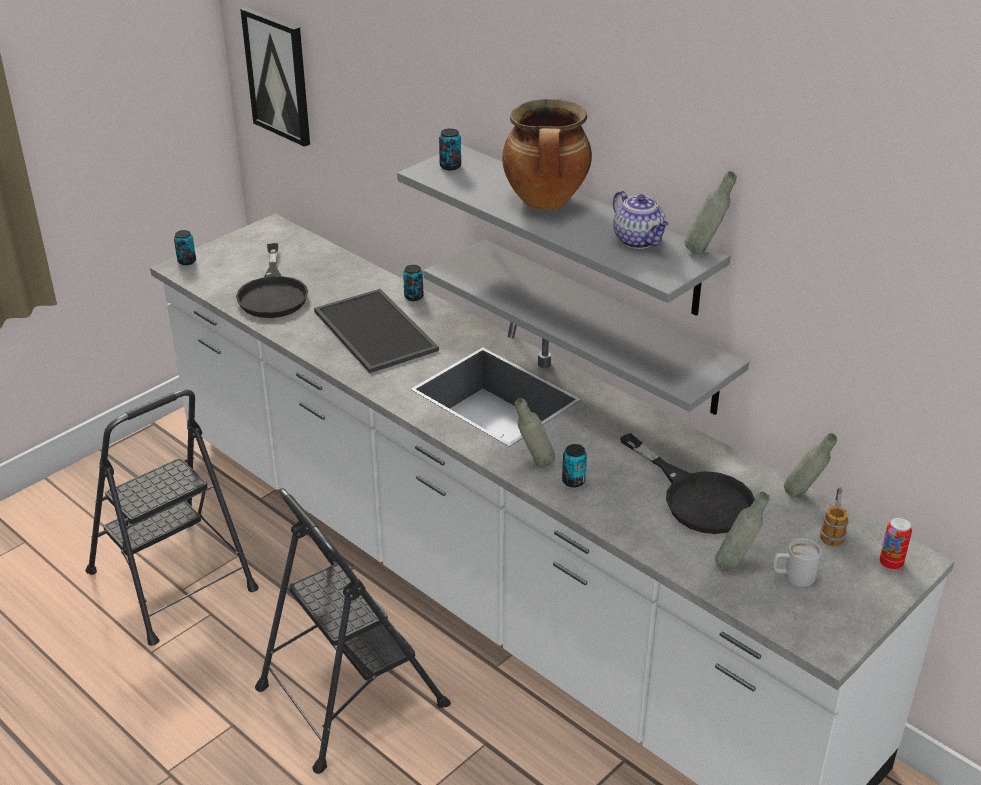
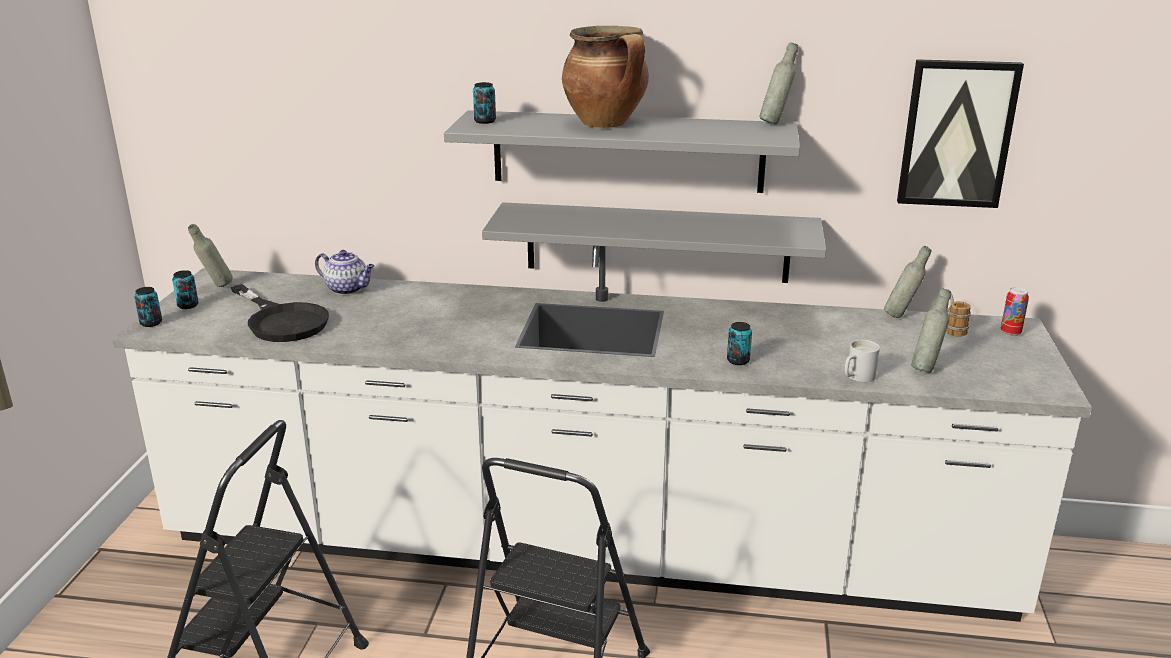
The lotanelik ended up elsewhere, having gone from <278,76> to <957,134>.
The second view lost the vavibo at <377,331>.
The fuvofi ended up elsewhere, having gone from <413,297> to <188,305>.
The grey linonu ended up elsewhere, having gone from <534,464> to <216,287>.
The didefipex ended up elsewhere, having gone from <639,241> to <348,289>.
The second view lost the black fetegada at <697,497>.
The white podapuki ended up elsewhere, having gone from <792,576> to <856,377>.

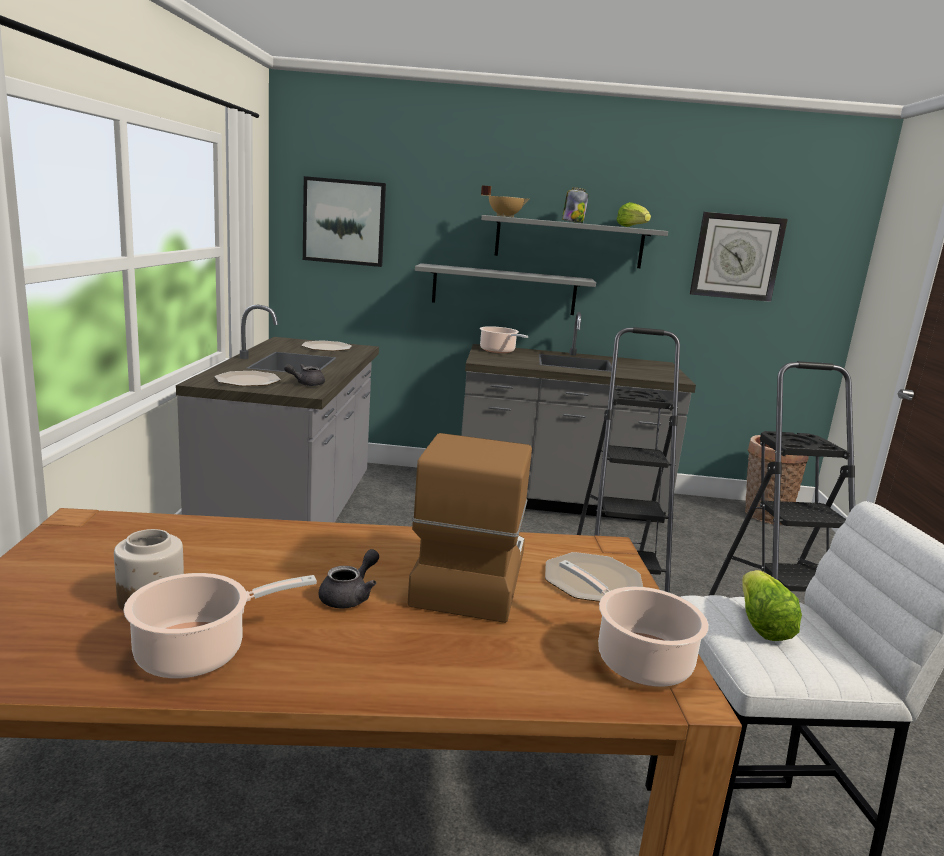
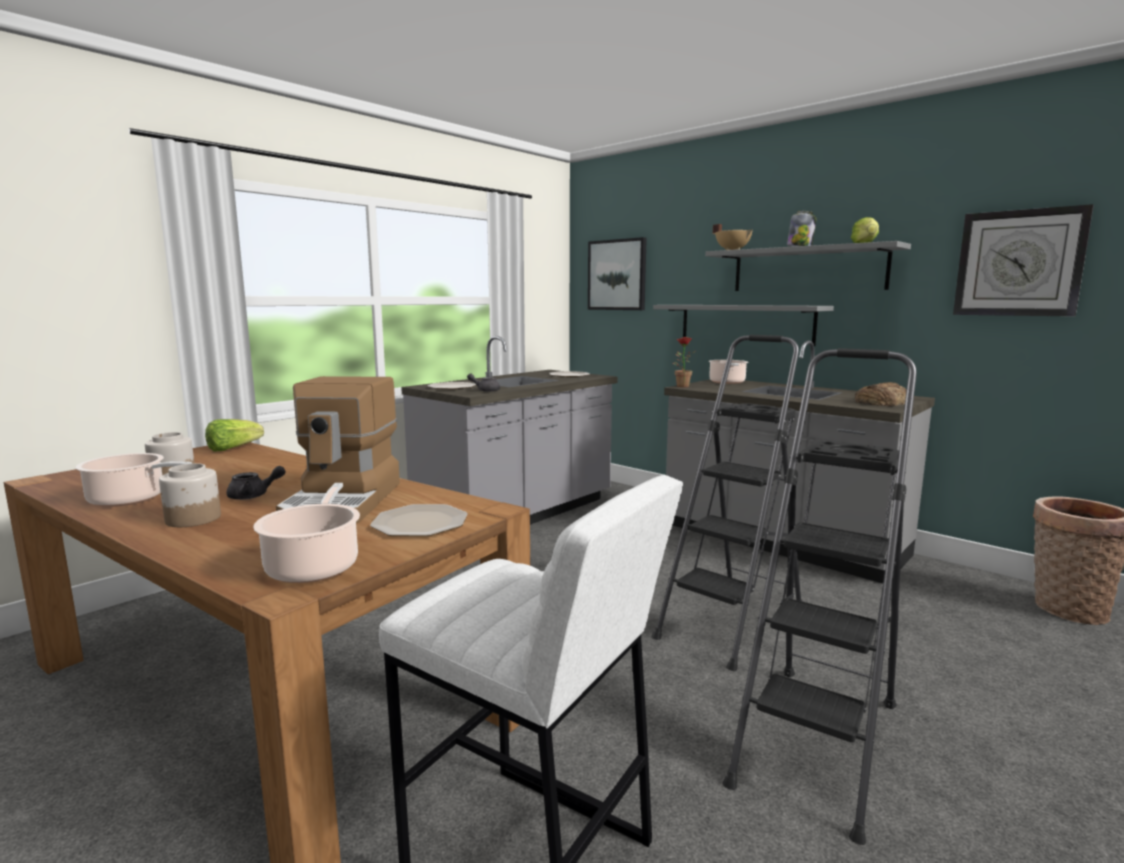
The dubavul at <468,575> ended up facing another way, 135 degrees clockwise from before.
The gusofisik ended up elsewhere, having gone from <761,624> to <233,448>.
The second view gained the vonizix at <193,519>.
The second view gained the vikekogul at <681,386>.
The second view gained the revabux at <881,402>.

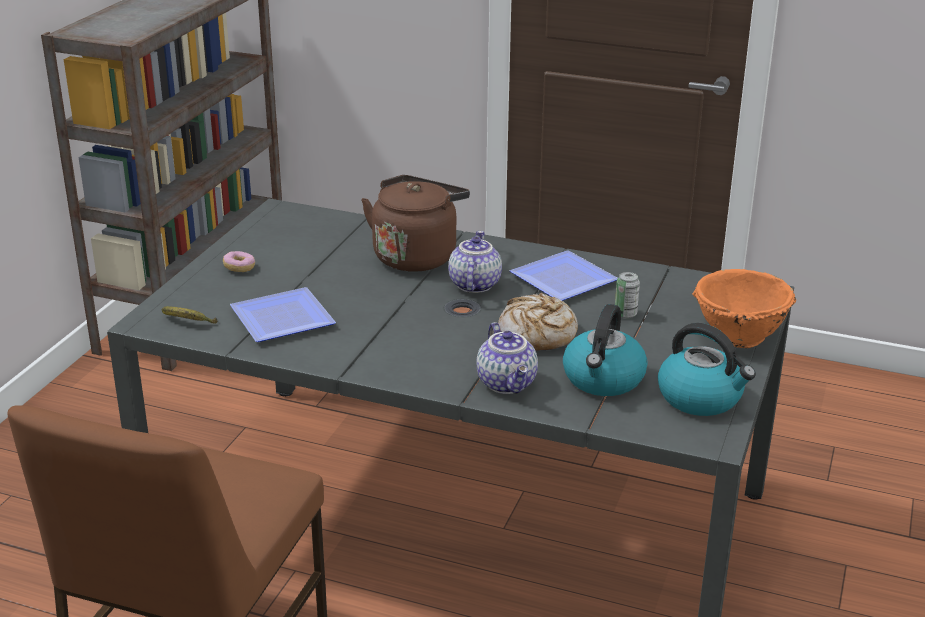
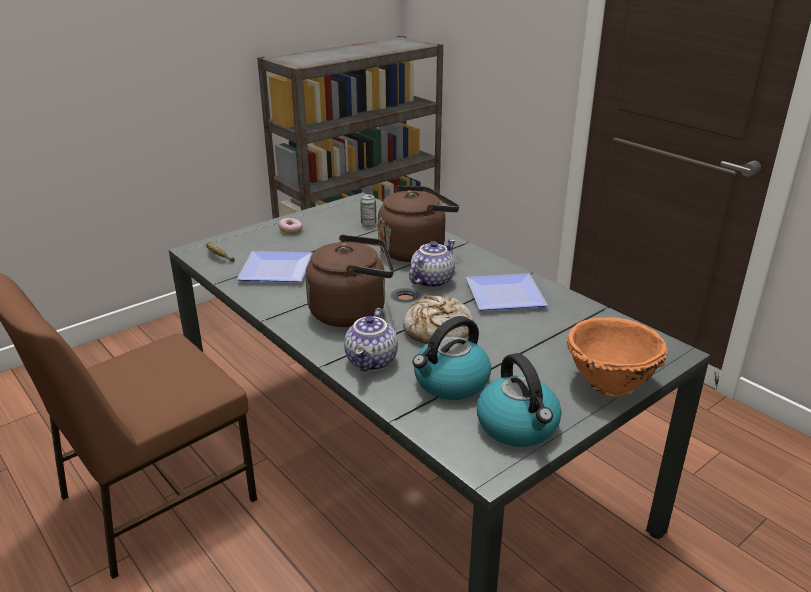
The fuvofi ended up elsewhere, having gone from <625,314> to <368,224>.
The second view gained the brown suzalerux at <352,312>.

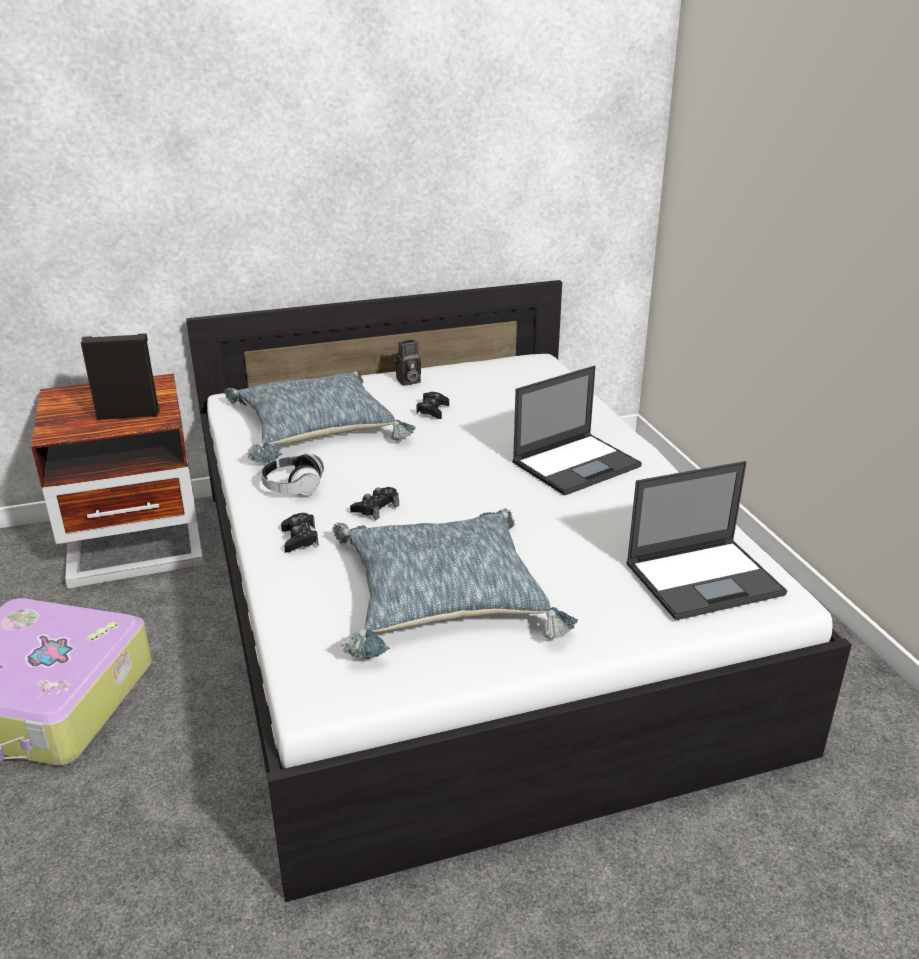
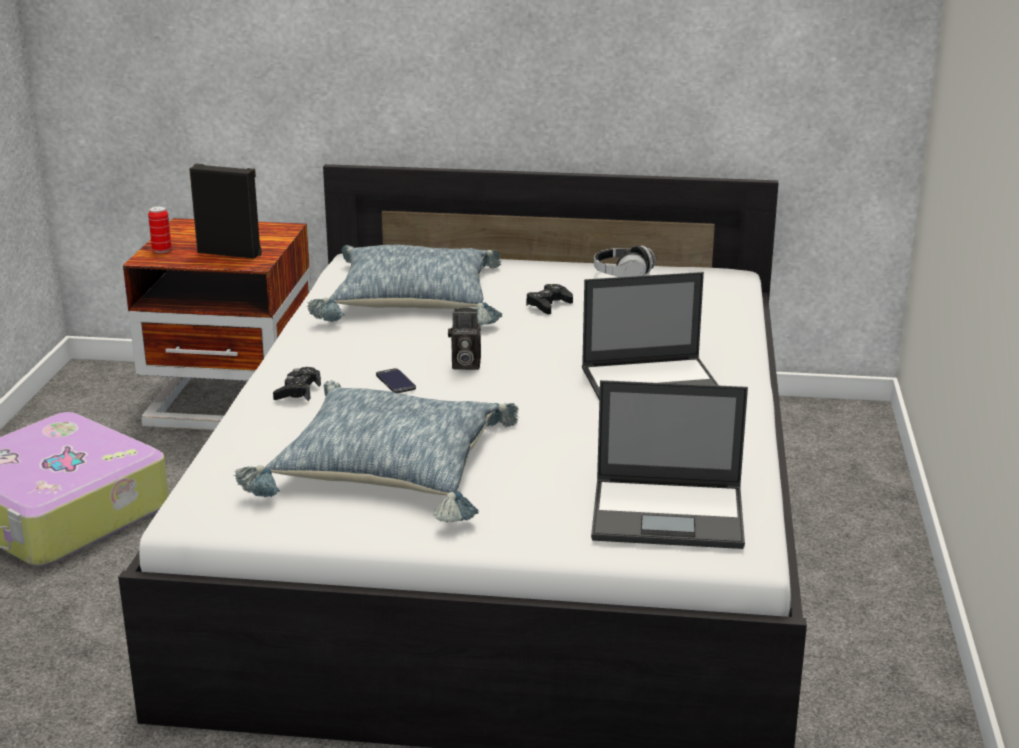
The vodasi ended up elsewhere, having gone from <293,487> to <622,276>.
Where the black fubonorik stood at <376,508>, the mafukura came to stand at <396,381>.
The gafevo ended up elsewhere, having gone from <407,381> to <464,365>.
The second view gained the fuvofi at <162,250>.

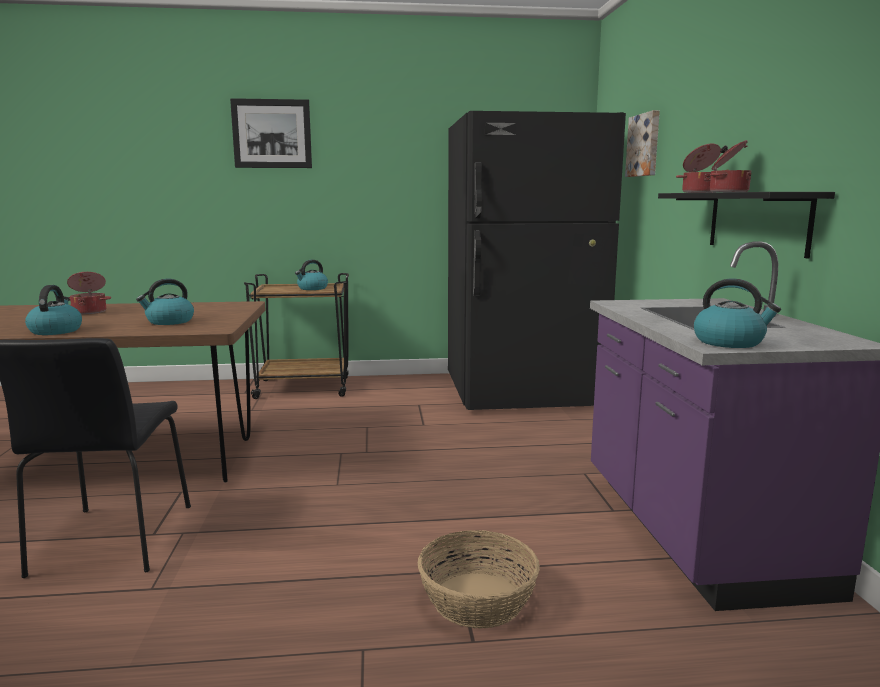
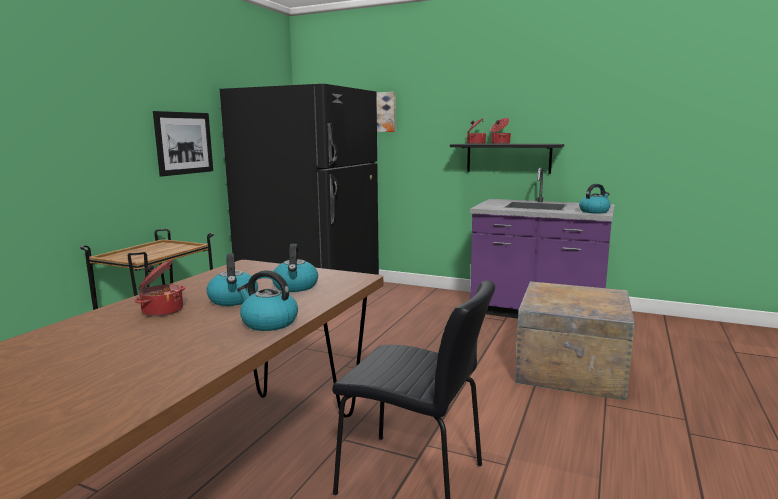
The lotanelik ended up elsewhere, having gone from <272,134> to <184,143>.
The suzalerux ended up elsewhere, having gone from <312,288> to <233,300>.
Where the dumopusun stood at <478,600>, the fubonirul came to stand at <572,368>.

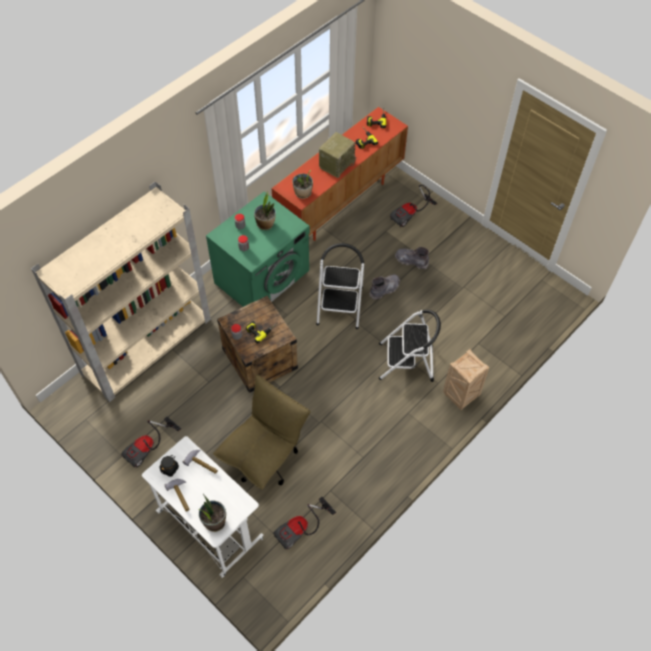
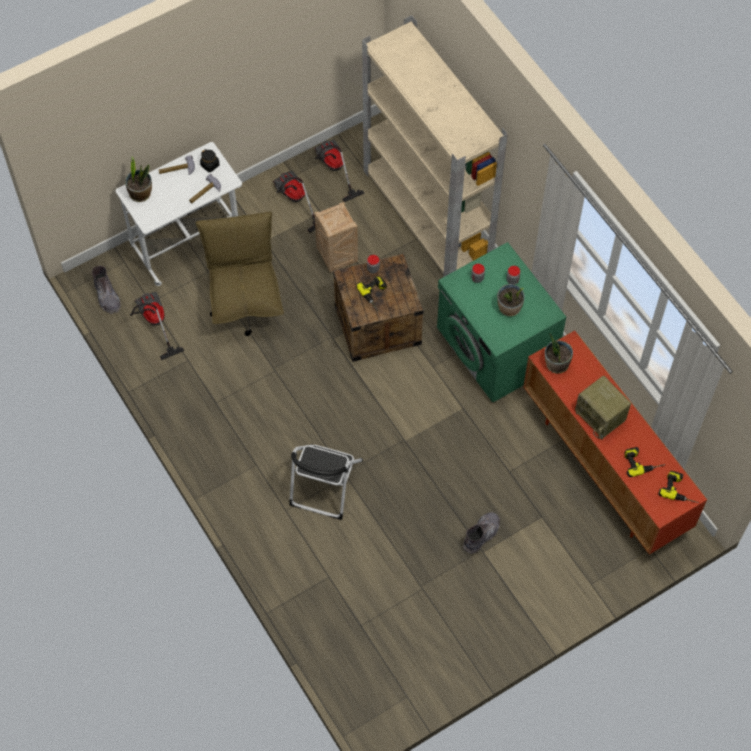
The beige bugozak at <264,459> ended up facing another way, 150 degrees counterclockwise from before.
The second view lost the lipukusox at <340,304>.
The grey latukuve ended up elsewhere, having gone from <384,289> to <107,296>.
The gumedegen ended up elsewhere, having gone from <411,215> to <333,169>.
The fubonirul ended up elsewhere, having gone from <461,395> to <338,258>.

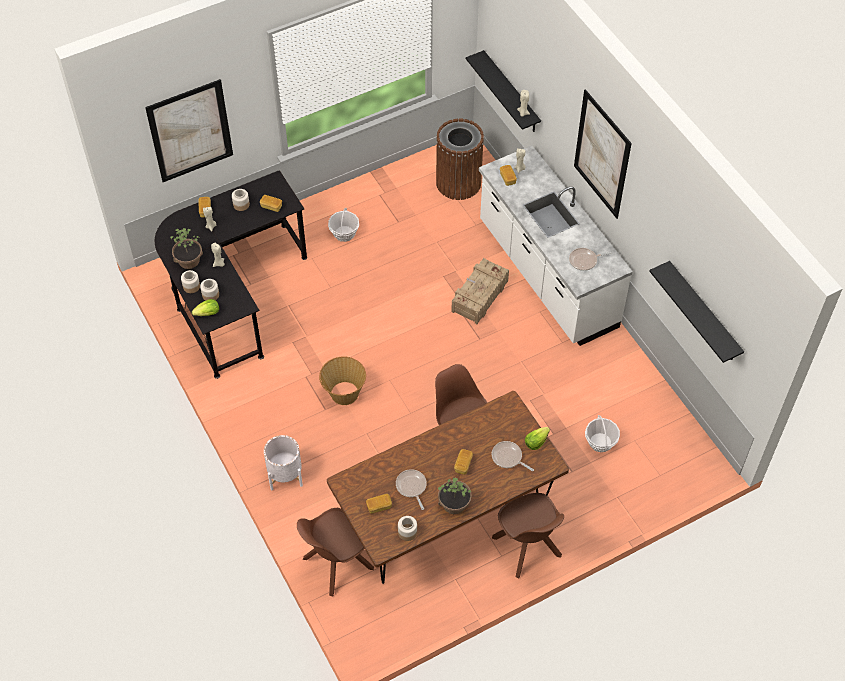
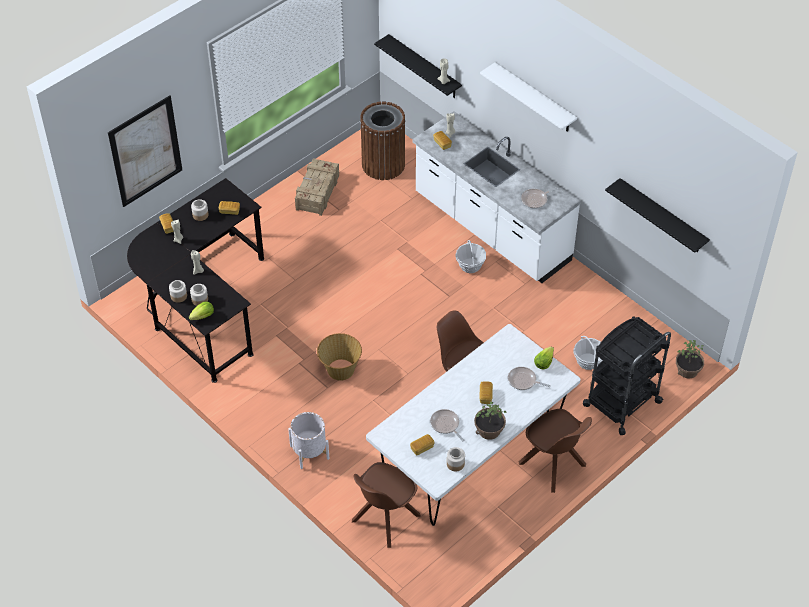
The vikekogul ended up elsewhere, having gone from <189,261> to <688,370>.
What was the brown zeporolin at <446,518> turned into the white zeporolin at <472,456>.
The dumopusun ended up elsewhere, having gone from <344,234> to <470,265>.
The fubonirul ended up elsewhere, having gone from <479,296> to <317,192>.
Where the lotanelik hung at <601,154>, the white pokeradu came to hang at <534,98>.
The second view gained the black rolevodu at <621,403>.

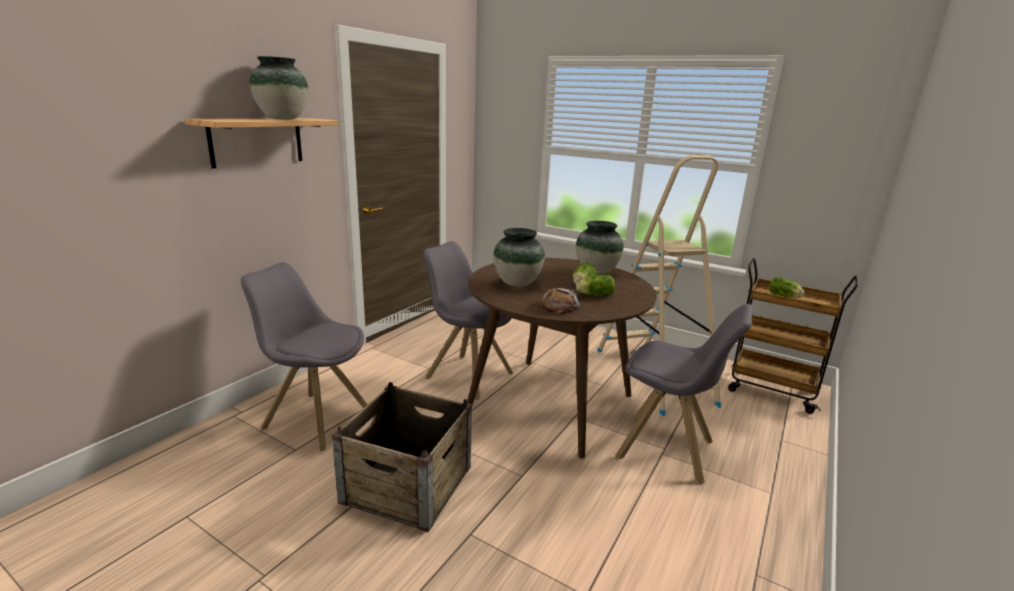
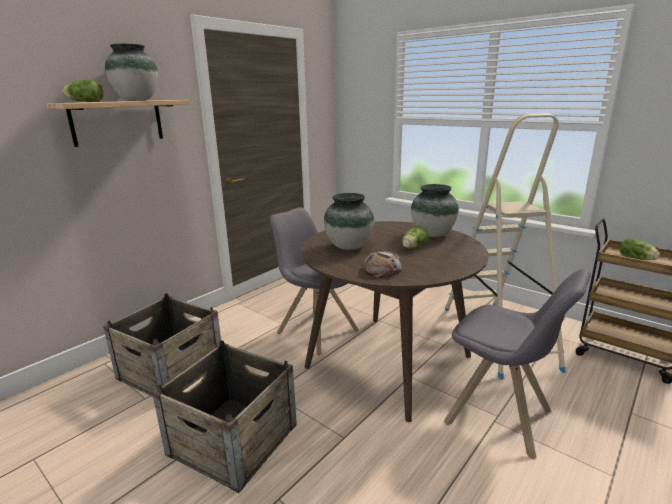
Where the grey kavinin stood at <316,419>, the fubonirul came to stand at <171,369>.
The gusofisik ended up elsewhere, having gone from <594,295> to <84,102>.

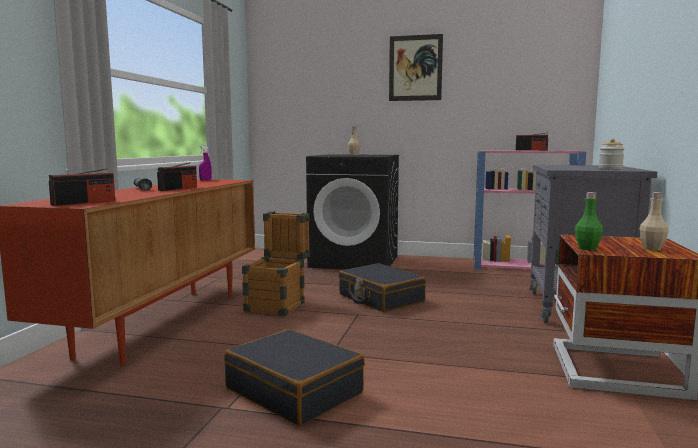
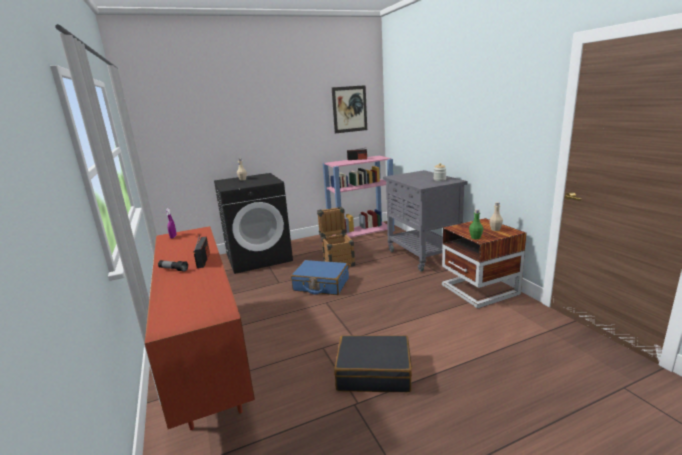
The second view lost the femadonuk at <84,203>.
The fubonirul ended up elsewhere, having gone from <278,304> to <337,261>.
What was the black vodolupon at <380,298> turned into the blue vodolupon at <321,285>.
The lotanelik ended up elsewhere, having gone from <415,68> to <349,109>.

